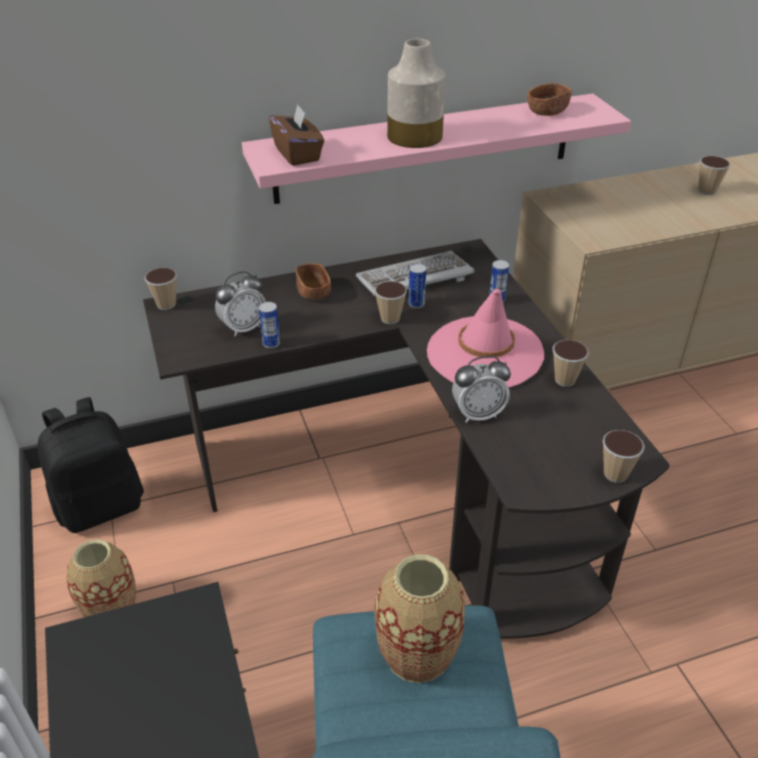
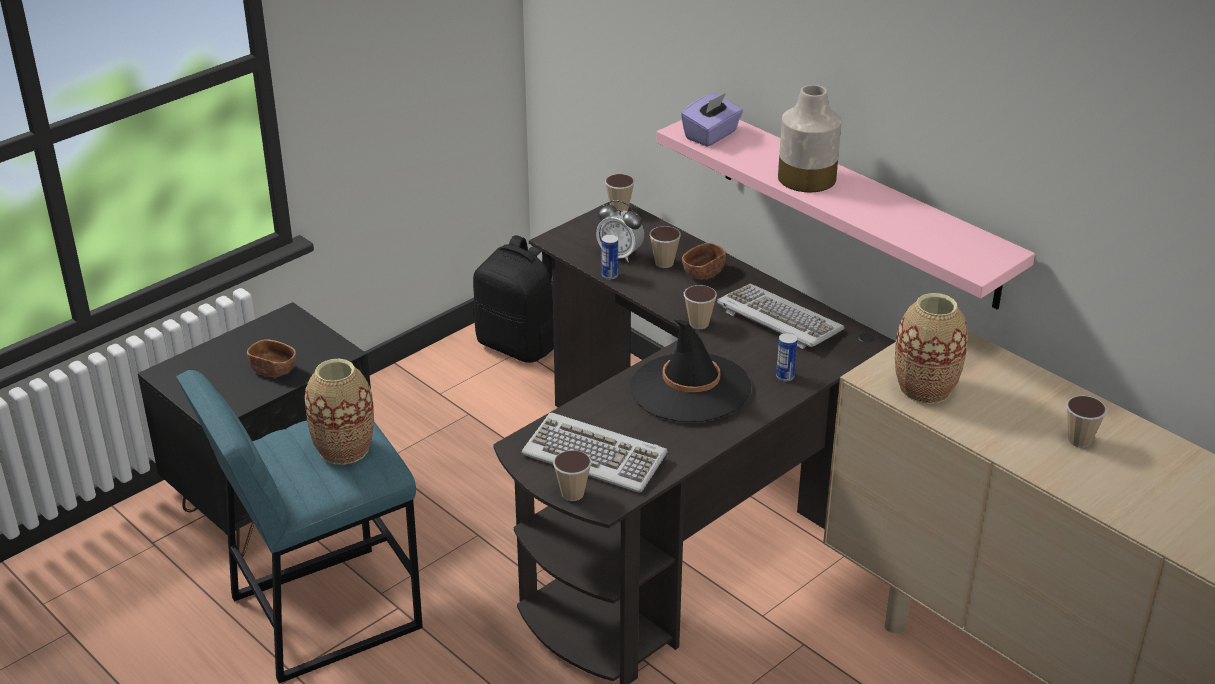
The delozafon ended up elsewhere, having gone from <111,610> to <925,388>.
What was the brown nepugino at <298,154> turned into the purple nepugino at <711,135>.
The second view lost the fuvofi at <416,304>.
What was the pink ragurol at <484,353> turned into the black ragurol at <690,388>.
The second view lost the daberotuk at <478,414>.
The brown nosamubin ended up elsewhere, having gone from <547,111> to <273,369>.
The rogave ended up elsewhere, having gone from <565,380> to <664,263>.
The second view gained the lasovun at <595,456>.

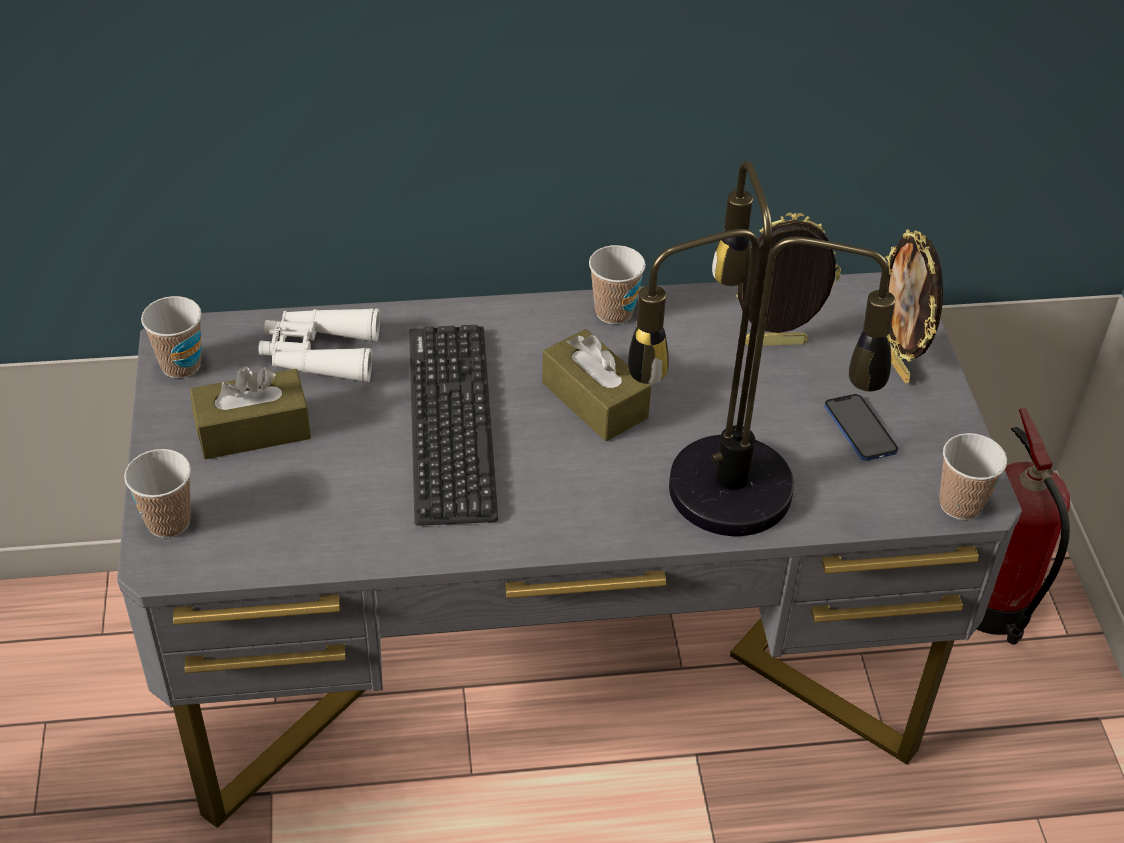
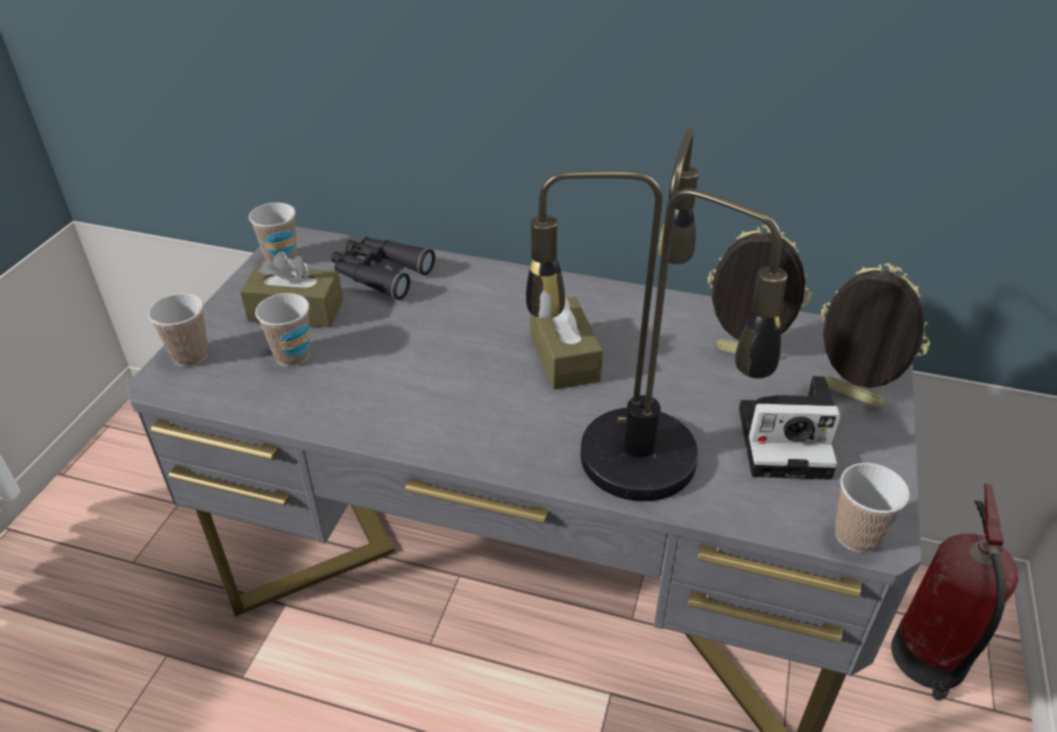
What was the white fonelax at <319,354> turned into the black fonelax at <379,274>.
The second view lost the lasovun at <451,423>.
The rogave ended up elsewhere, having gone from <614,312> to <292,355>.
Where the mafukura stood at <860,429>, the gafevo came to stand at <787,441>.
The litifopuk at <896,363> ended up facing another way, 120 degrees clockwise from before.

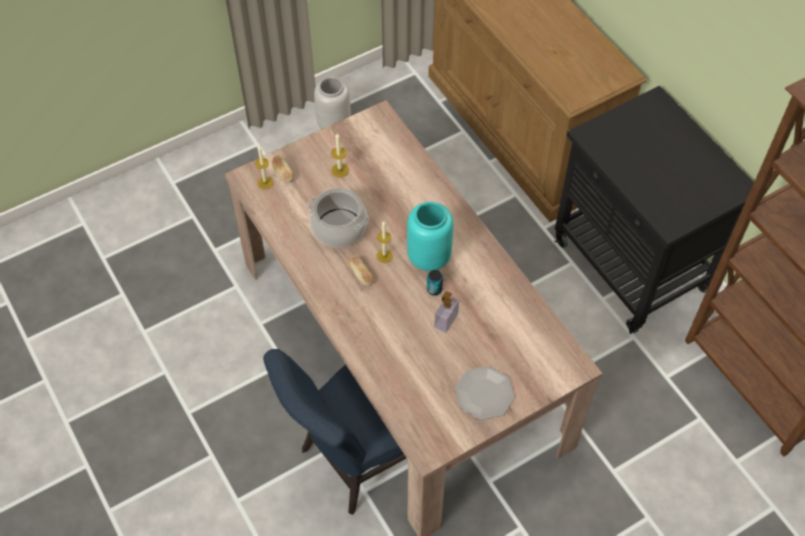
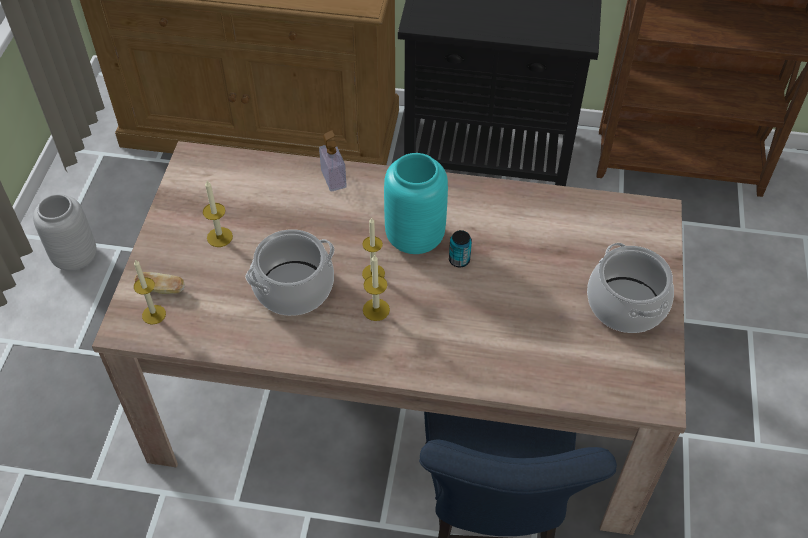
Where the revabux stood at <361,275>, the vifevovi came to stand at <376,309>.
The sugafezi ended up elsewhere, having gone from <446,320> to <333,179>.
Where the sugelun stood at <484,394>, the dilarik came to stand at <626,305>.

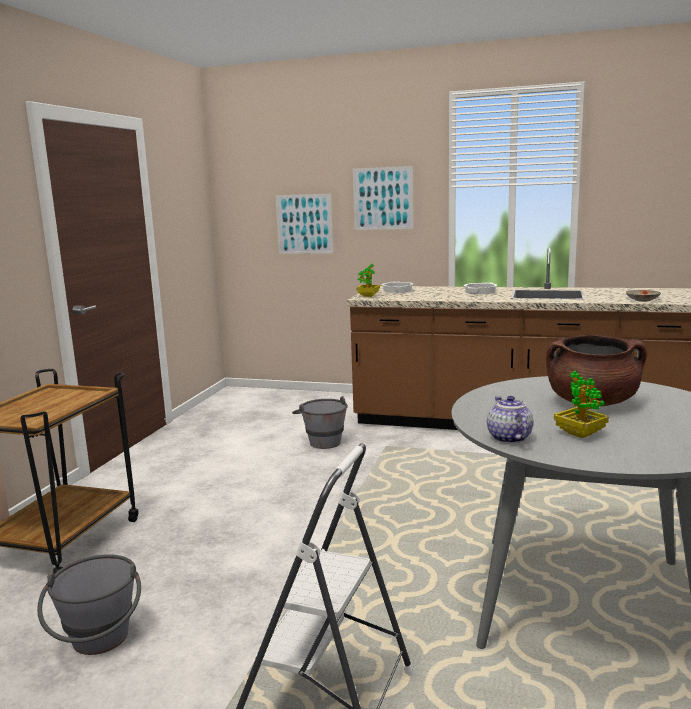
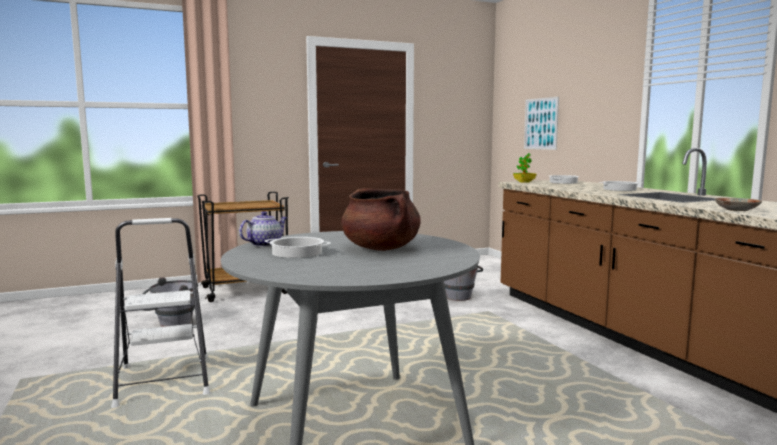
The second view lost the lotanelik at <383,198>.
Where the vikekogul stood at <580,433>, the dilarik came to stand at <296,253>.

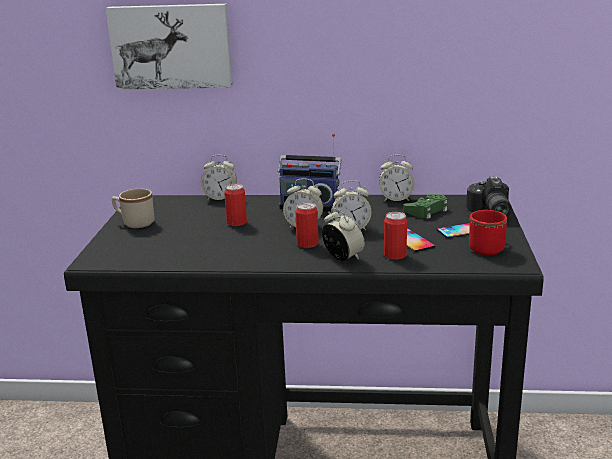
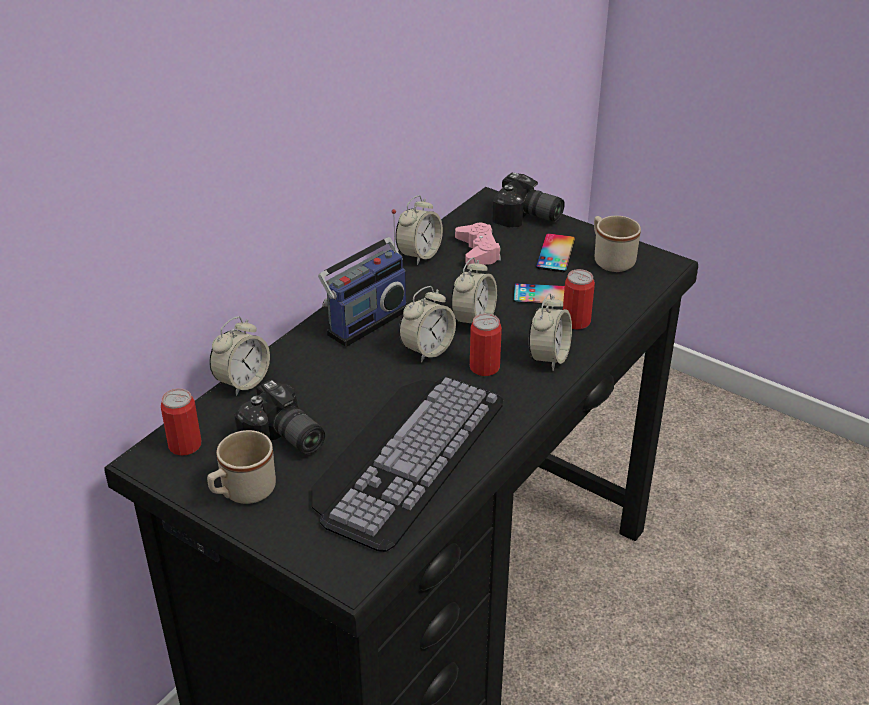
The second view lost the lotanelik at <171,46>.
The fuvofi ended up elsewhere, having gone from <236,222> to <185,445>.
The daberotuk at <343,257> ended up facing another way, 120 degrees clockwise from before.
What was the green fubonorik at <427,211> turned into the pink fubonorik at <478,251>.
What was the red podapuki at <488,247> turned into the beige podapuki at <610,259>.
The second view gained the gafevo at <283,440>.
The second view gained the lasovun at <403,453>.

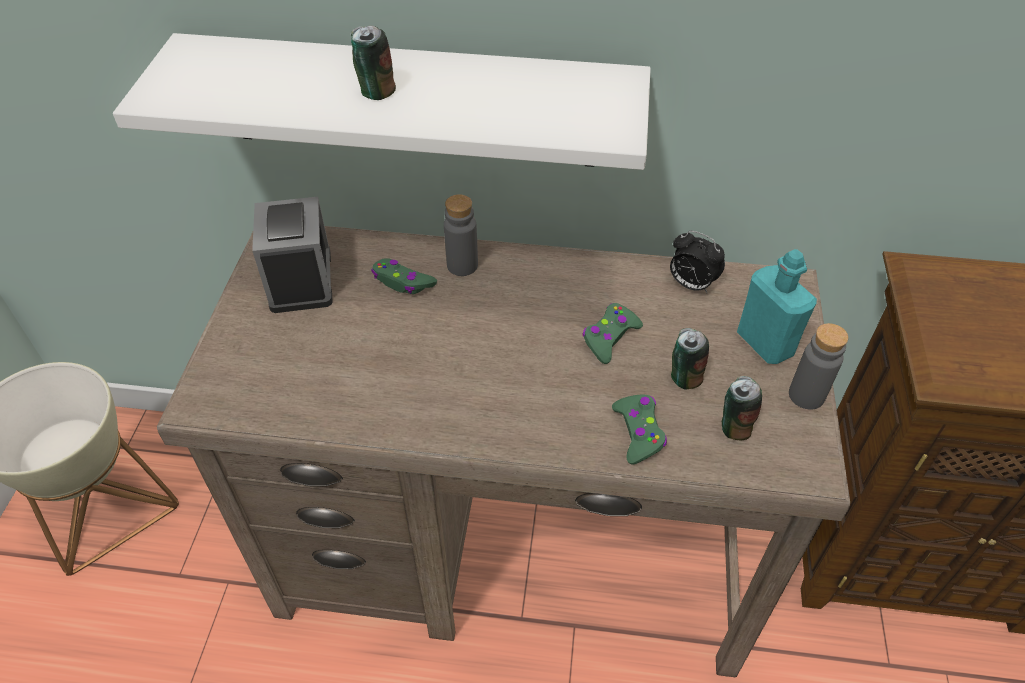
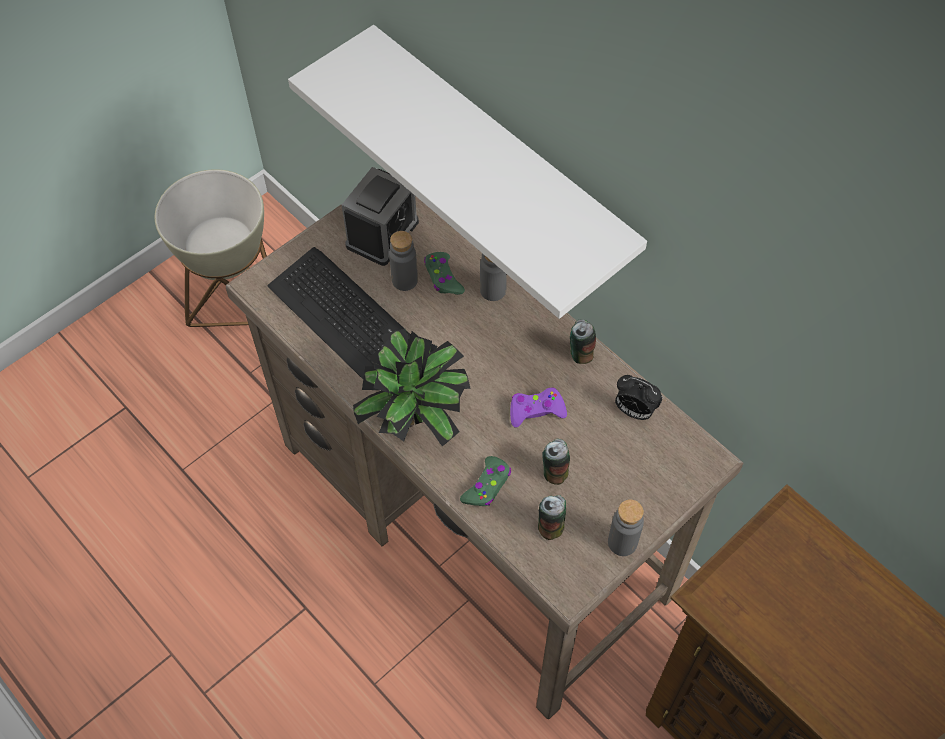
The fuvofi ended up elsewhere, having gone from <376,92> to <580,354>.
What was the green fubonorik at <609,338> turned into the purple fubonorik at <536,410>.
The daberotuk at <690,284> ended up facing another way, 45 degrees counterclockwise from before.
The second view lost the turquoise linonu at <765,343>.
The second view gained the lasovun at <341,313>.
The second view gained the vikekogul at <417,420>.
The second view gained the grey linonu at <405,280>.

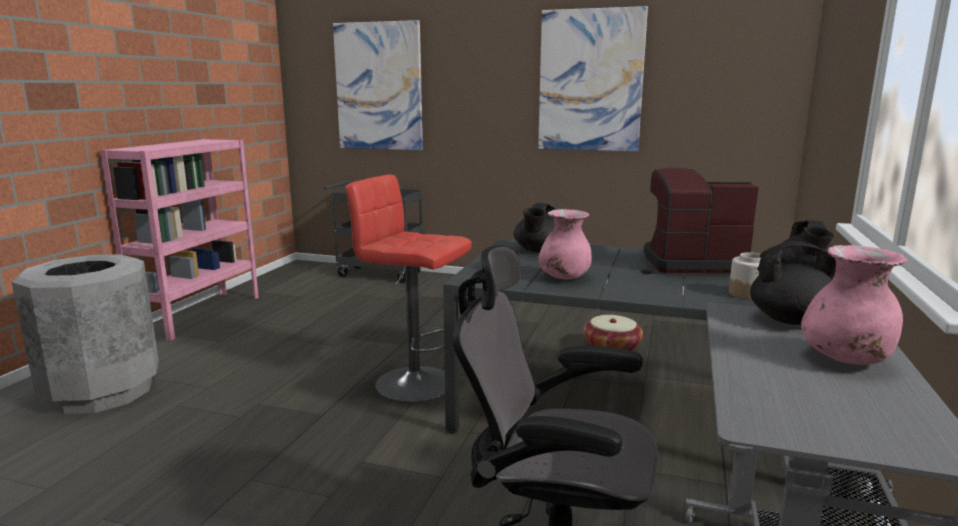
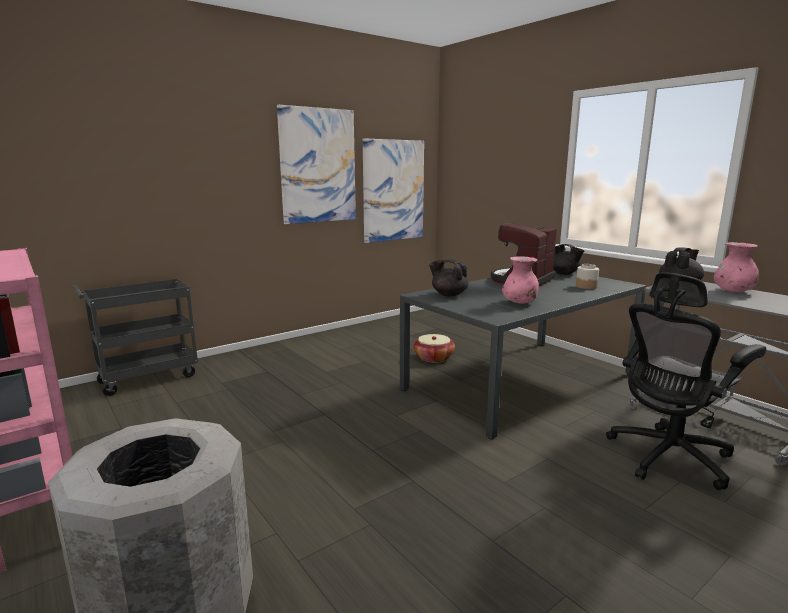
The lotanelik ended up elsewhere, having gone from <379,87> to <393,190>.
The second view lost the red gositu at <414,383>.
The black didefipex at <537,250> ended up facing another way, 150 degrees clockwise from before.

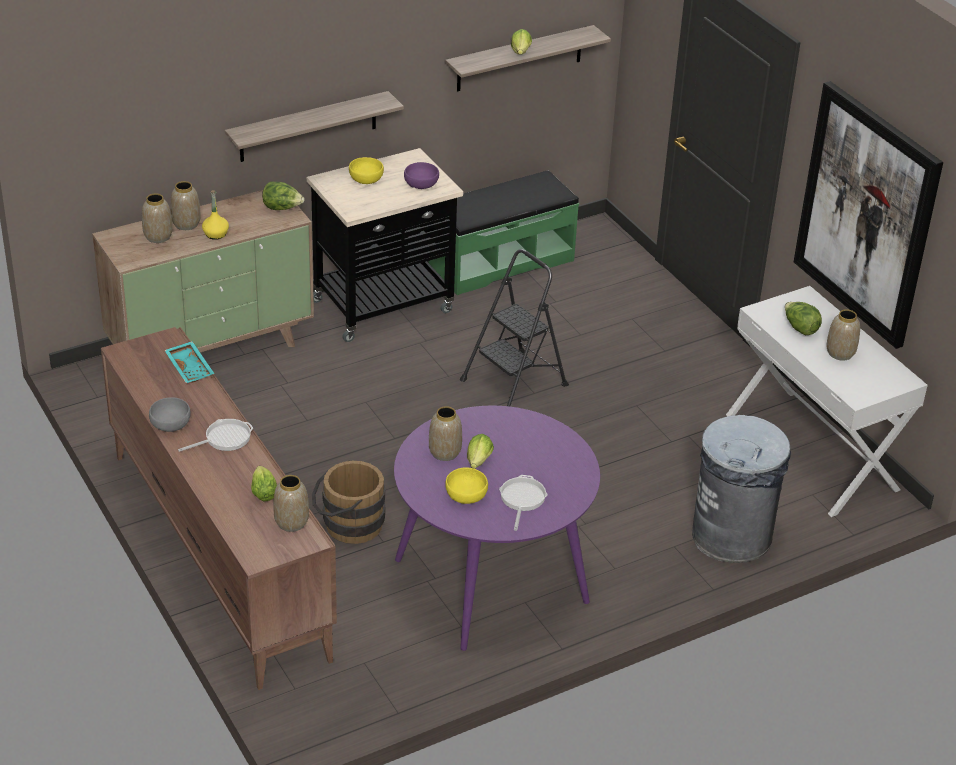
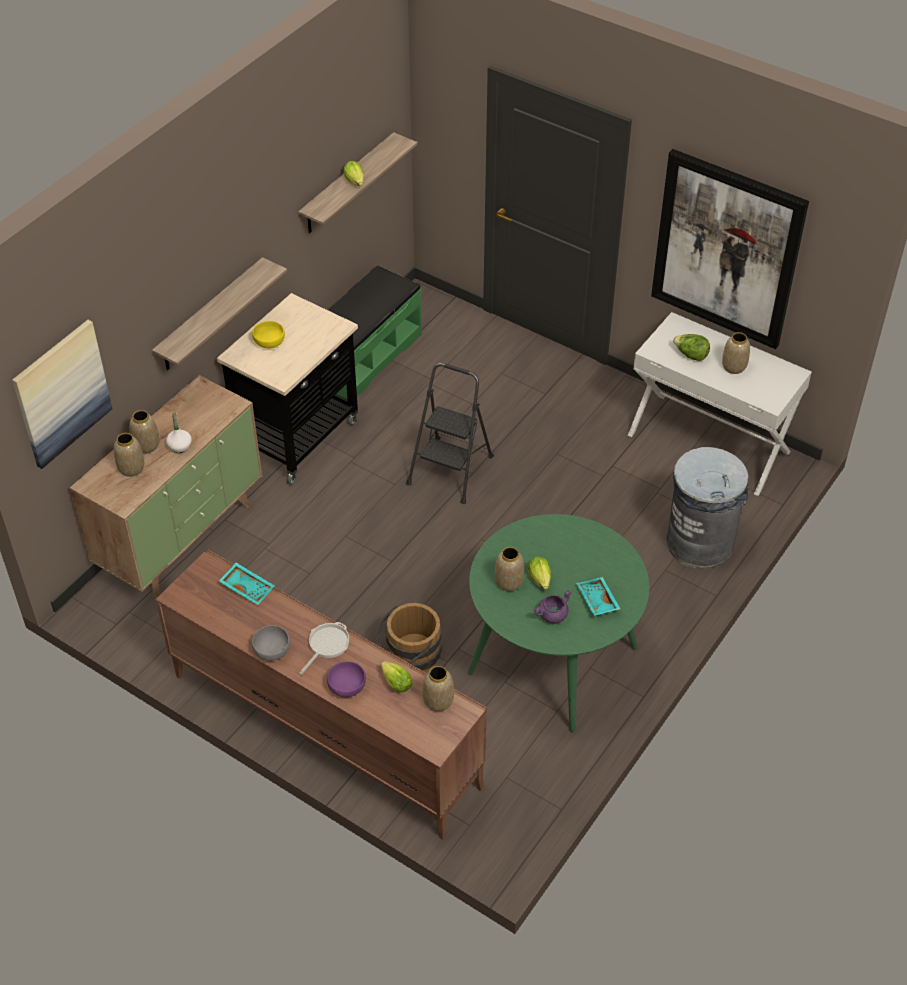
What was the yellow linonu at <215,234> turned into the white linonu at <179,446>.
The second view lost the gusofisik at <282,208>.
What was the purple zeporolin at <491,581> turned into the green zeporolin at <553,660>.
The purple nosamubin ended up elsewhere, having gone from <421,184> to <347,686>.
Where the yellow nosamubin stood at <465,496>, the purple dilarik came to stand at <552,616>.
Where the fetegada stood at <522,499>, the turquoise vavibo came to stand at <596,601>.
The second view gained the lotanelik at <61,393>.

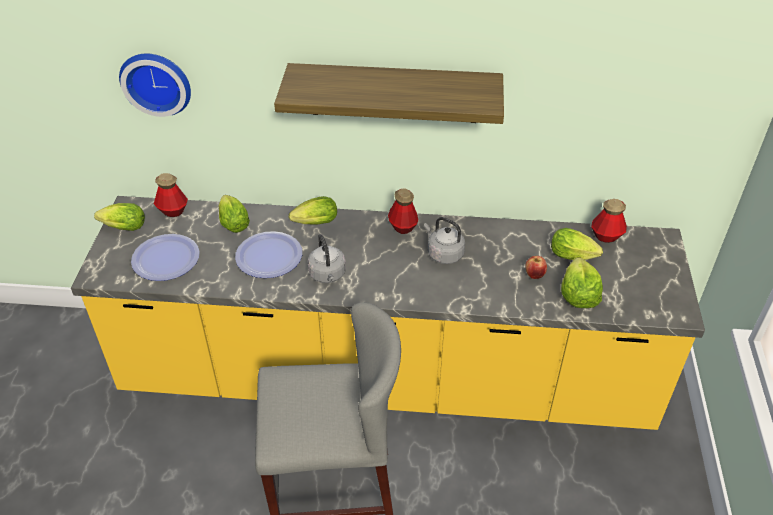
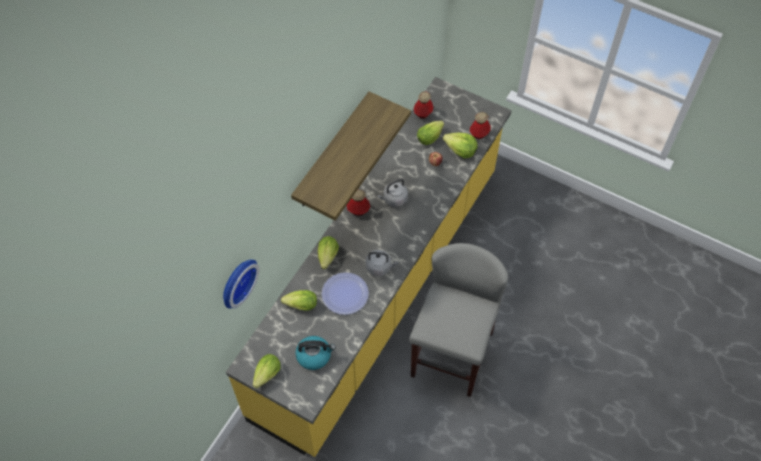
Where the sugelun stood at <166,258>, the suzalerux came to stand at <314,355>.
The linonu ended up elsewhere, having gone from <173,211> to <479,134>.

